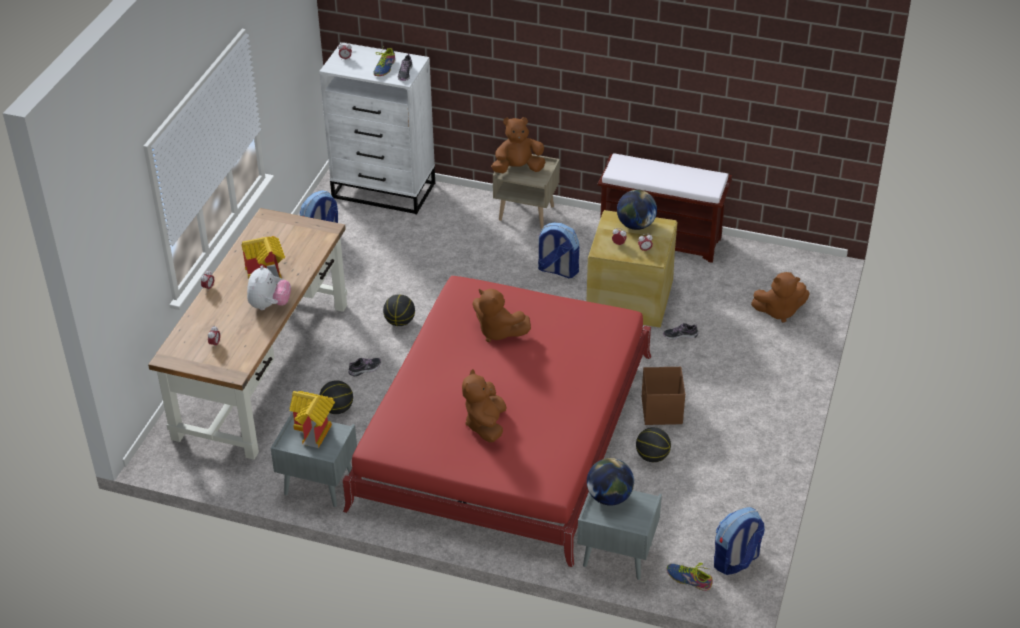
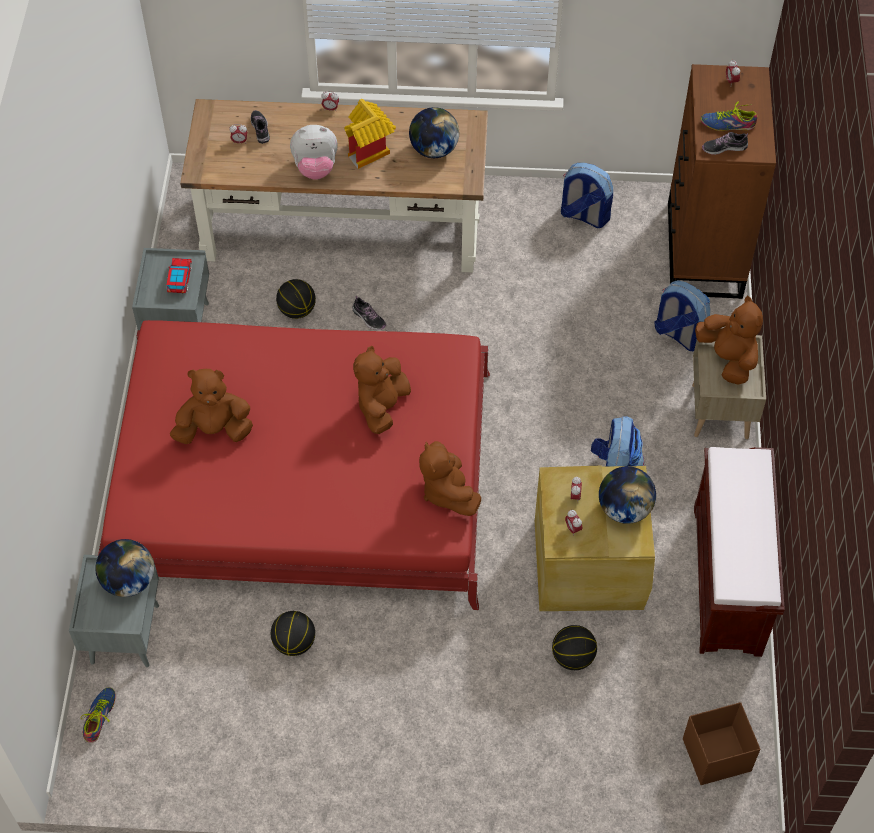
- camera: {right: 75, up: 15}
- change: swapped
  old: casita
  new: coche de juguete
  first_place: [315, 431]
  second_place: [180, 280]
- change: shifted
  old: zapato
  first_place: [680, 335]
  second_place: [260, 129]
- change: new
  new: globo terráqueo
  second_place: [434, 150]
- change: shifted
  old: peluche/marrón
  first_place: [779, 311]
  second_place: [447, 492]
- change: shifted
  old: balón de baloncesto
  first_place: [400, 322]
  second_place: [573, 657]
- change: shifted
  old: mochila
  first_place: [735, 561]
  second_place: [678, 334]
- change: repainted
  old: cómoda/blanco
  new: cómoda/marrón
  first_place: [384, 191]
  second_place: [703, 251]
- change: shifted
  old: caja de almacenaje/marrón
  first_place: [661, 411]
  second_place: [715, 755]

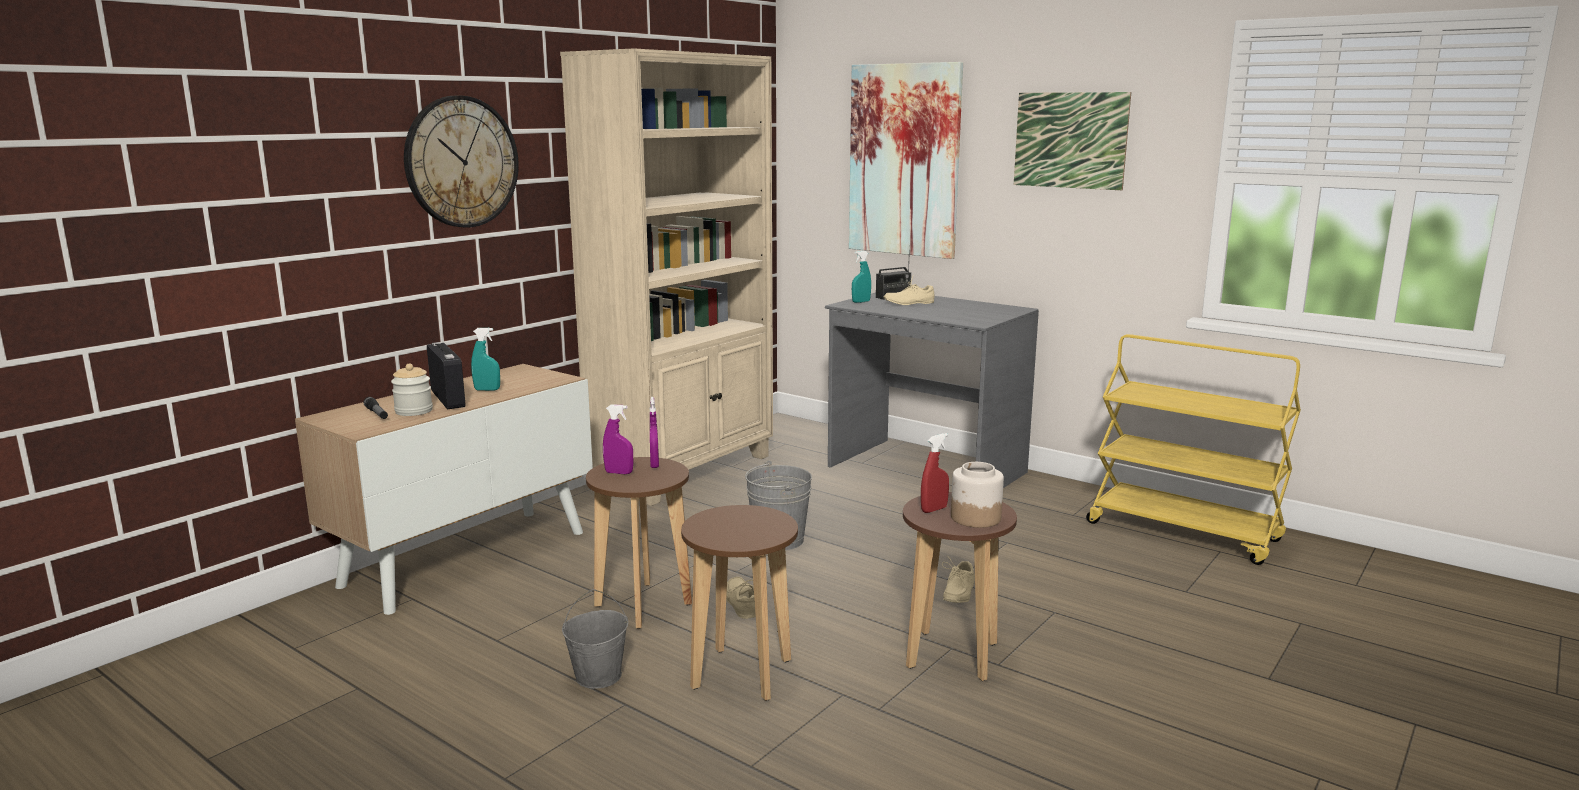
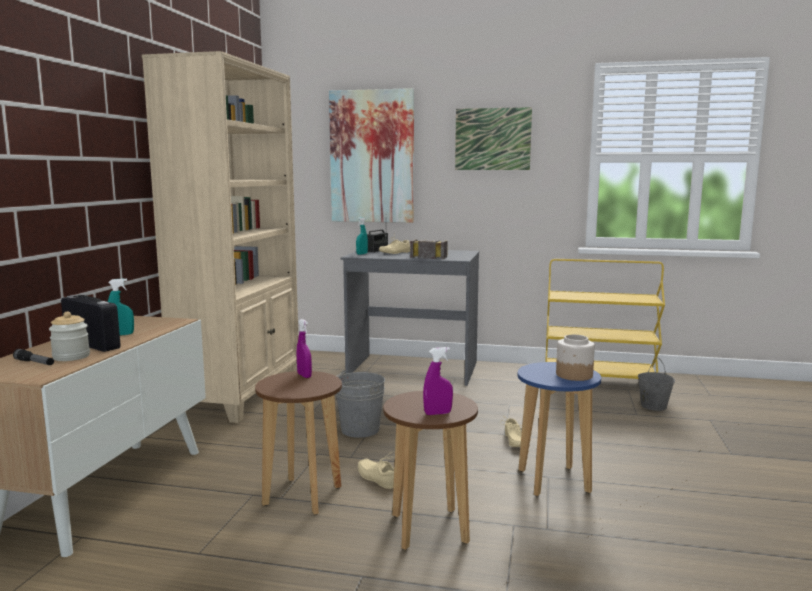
- camera: {right: -25, up: -5}
- change: new
  new: martillo
  second_place: [434, 255]
- change: shifted
  old: pulverizador/morado
  first_place: [619, 473]
  second_place: [437, 413]
- change: repainted
  old: taburete/marrón
  new: taburete/azul
  first_place: [952, 655]
  second_place: [553, 481]
- change: shifted
  old: cubo/gris
  first_place: [598, 676]
  second_place: [653, 406]
- change: gone
  old: reloj de pared
  first_place: [461, 162]
- change: gone
  old: pulverizador/rojo
  first_place: [934, 509]

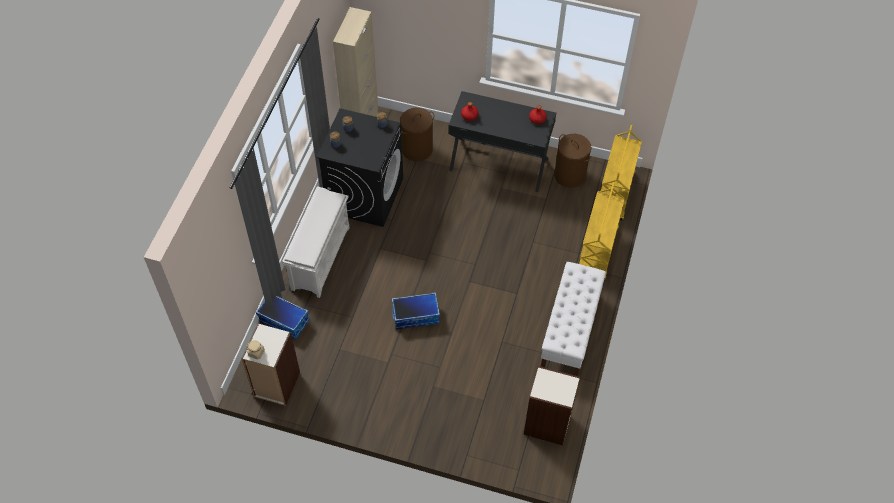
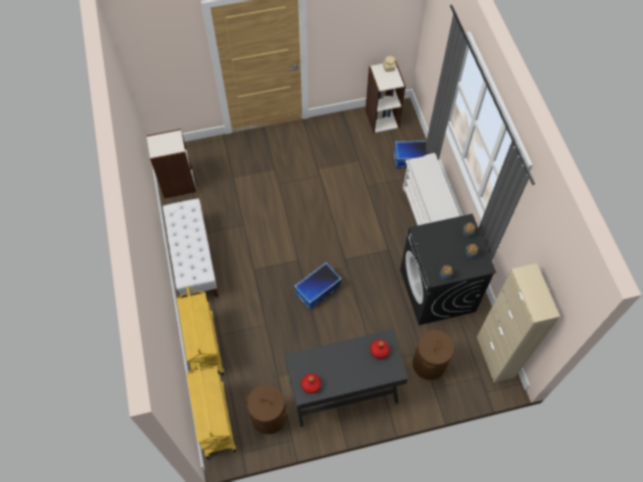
- camera: {right: 150, up: 5}
- change: shifted
  old: caja de almacenaje
  first_place: [416, 315]
  second_place: [318, 290]

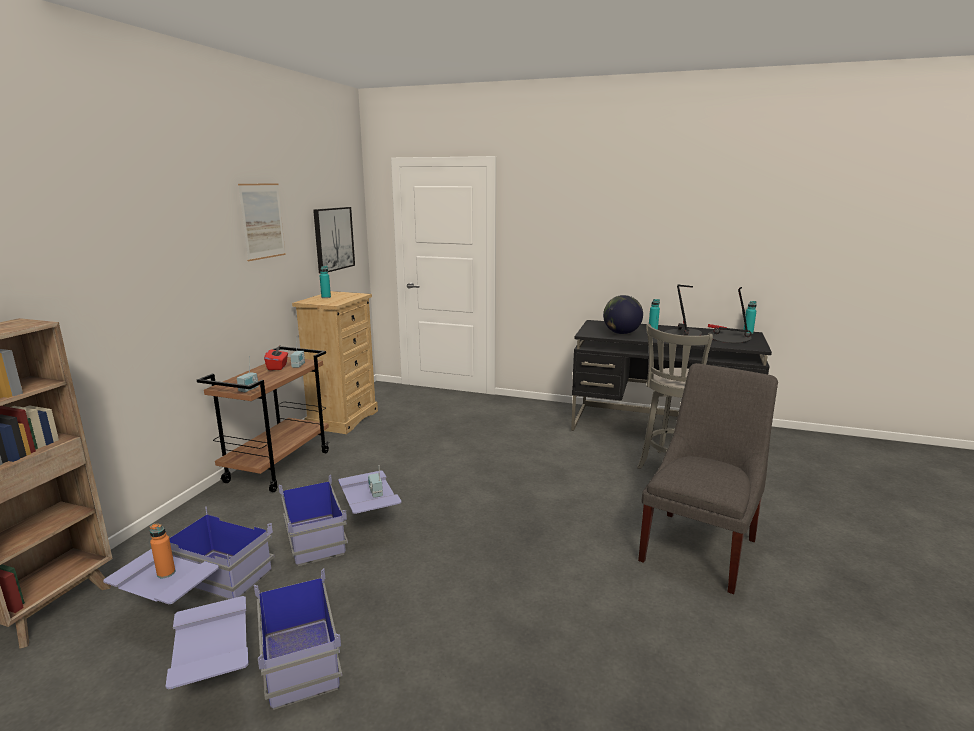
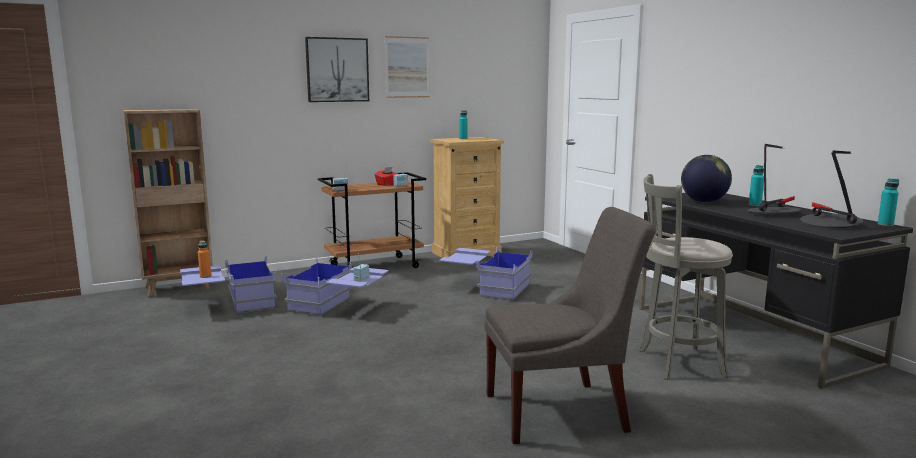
- camera: {right: 45, up: -5}
- change: shifted
  old: cuadro
  first_place: [333, 239]
  second_place: [337, 70]
- change: shifted
  old: caja de almacenaje/azul
  first_place: [262, 674]
  second_place: [485, 288]

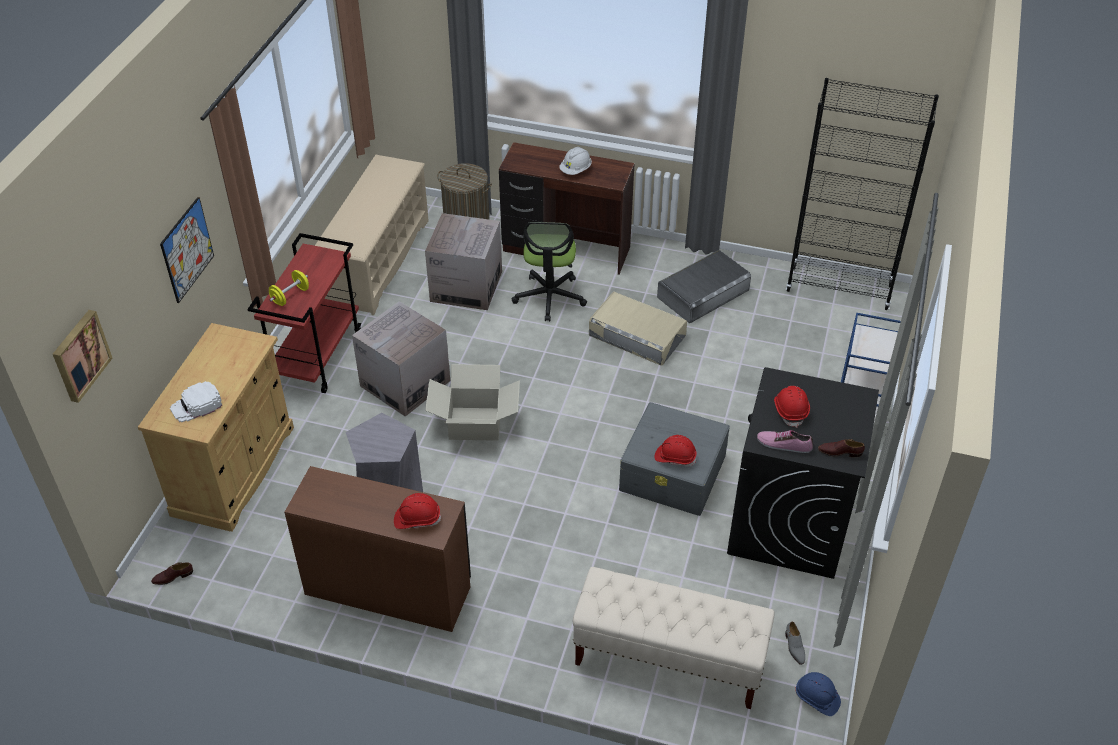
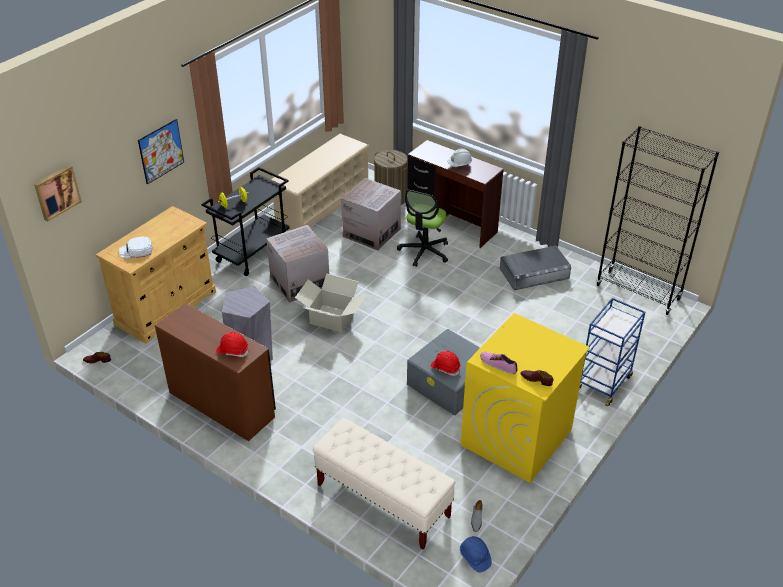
- camera: {right: 20, up: -5}
- change: repainted
  old: carrito/rojo
  new: carrito/negro
  first_place: [317, 356]
  second_place: [253, 253]
- change: repainted
  old: lavadora/negro
  new: lavadora/amarillo
  first_place: [789, 524]
  second_place: [516, 437]
- change: gone
  old: caja de almacenaje/beis
  first_place: [637, 335]
- change: gone
  old: casco/rojo
  first_place: [790, 410]

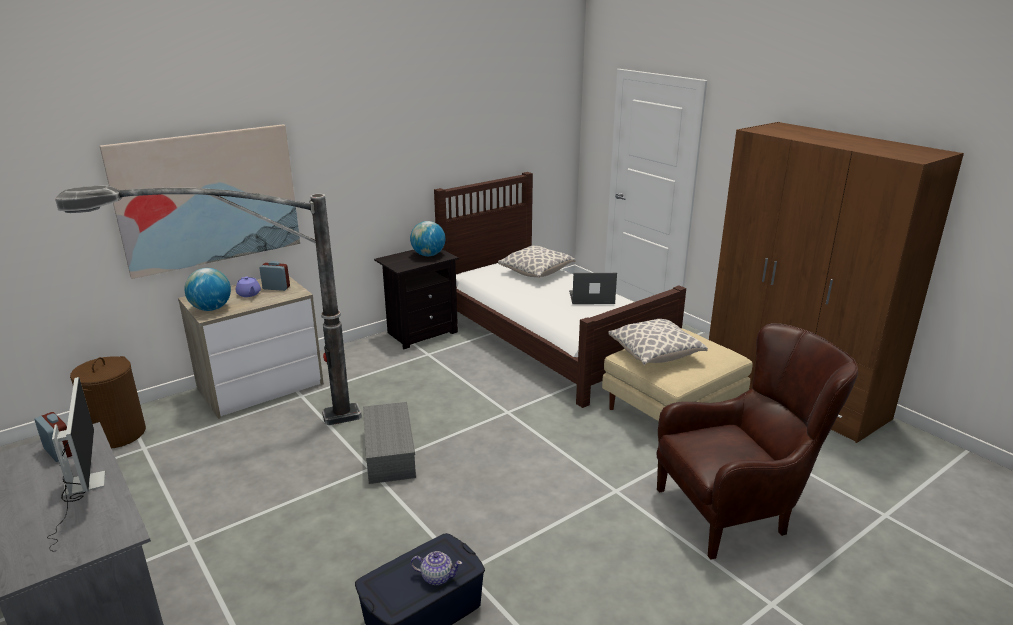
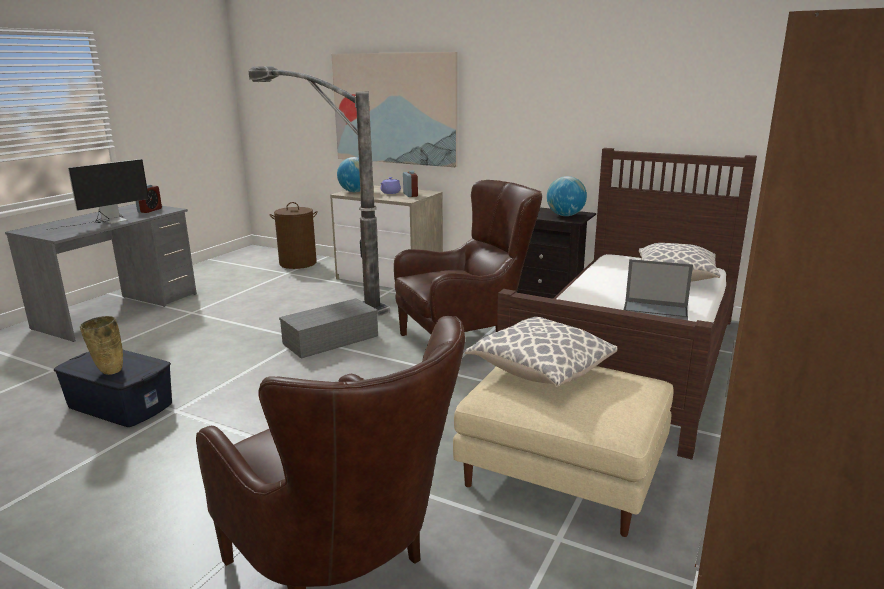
- camera: {right: 65, up: -5}
- change: swapped
  old: tetera
  new: florero/beis
  first_place: [436, 577]
  second_place: [109, 371]
- change: new
  new: sillón/marrón
  second_place: [467, 341]
- change: rotated
  old: portátil
  first_place: [591, 297]
  second_place: [656, 313]
  degrees: 135

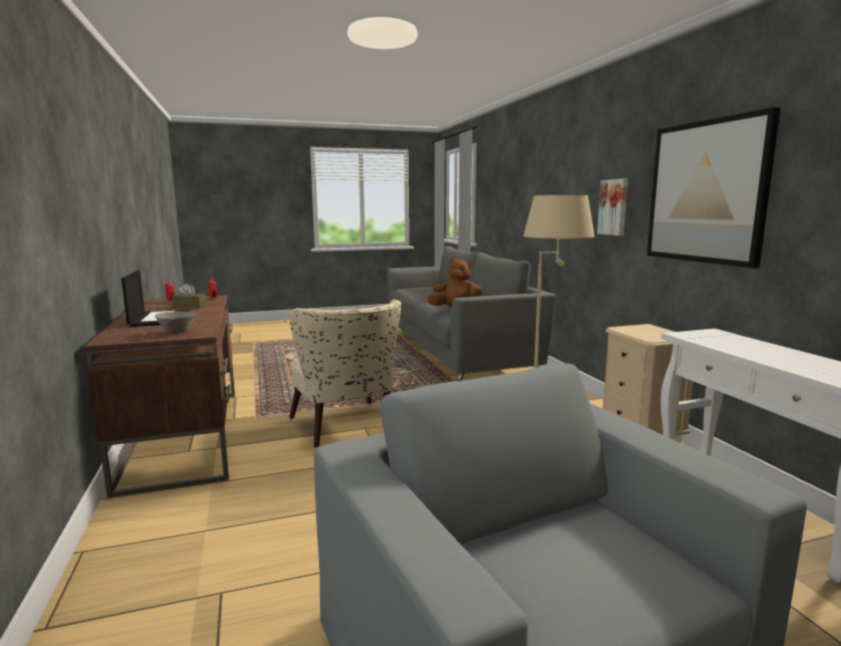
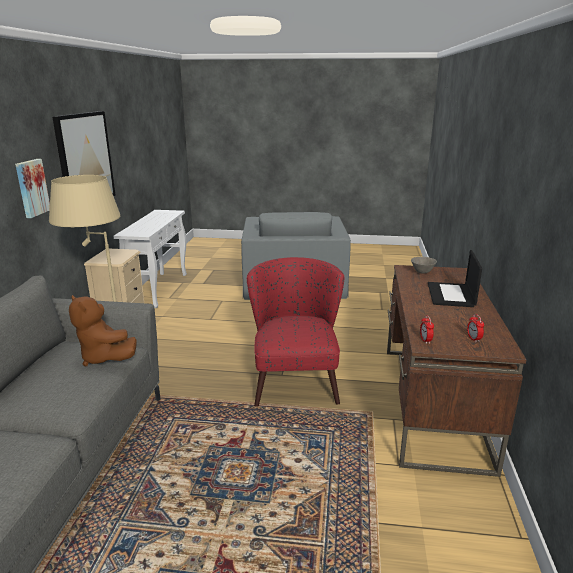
- camera: {right: -155, up: 10}
- change: repainted
  old: sillón/beis
  new: sillón/rojo
  first_place: [348, 428]
  second_place: [295, 377]
- change: gone
  old: caja de pañuelos/marrón
  first_place: [189, 307]

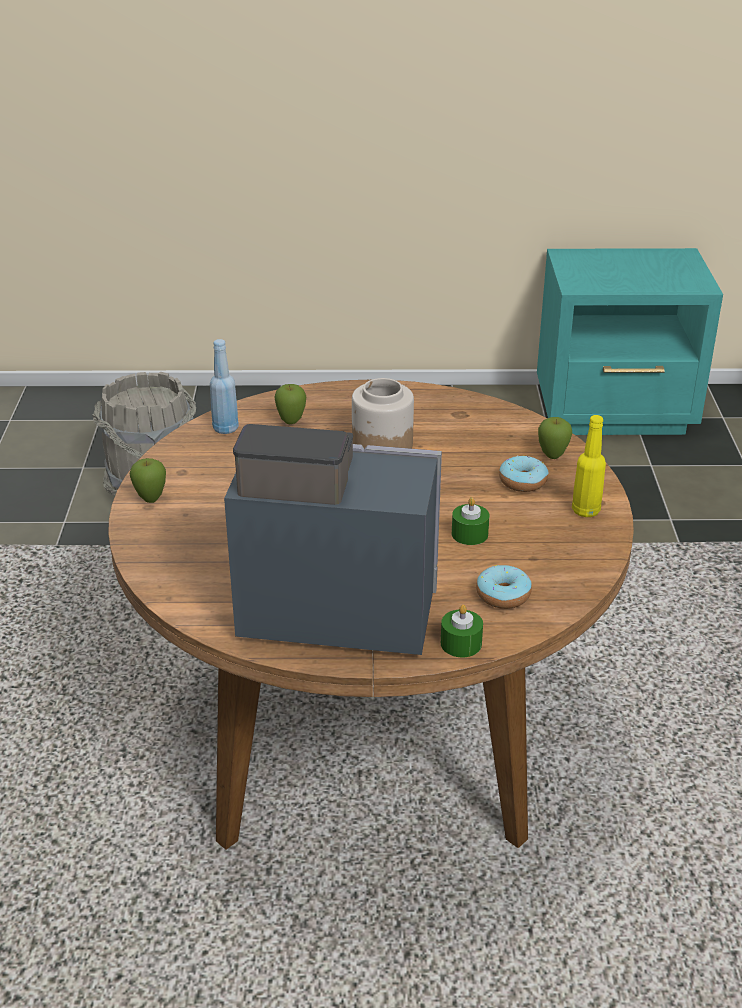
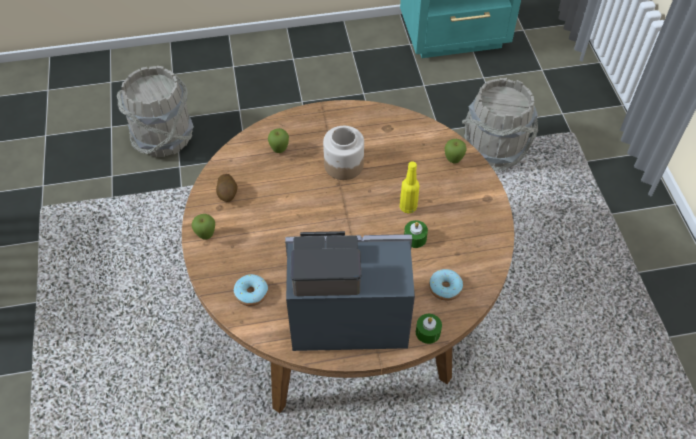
- camera: {right: -10, up: 20}
- change: new
  new: patata
  second_place: [227, 194]
- change: shifted
  old: rosquilla
  first_place: [522, 482]
  second_place: [251, 293]
- change: shifted
  old: botella/amarillo
  first_place: [585, 510]
  second_place: [408, 207]
- change: new
  new: cubo/gris
  second_place: [494, 150]
- change: gone
  old: botella/azul
  first_place: [226, 428]

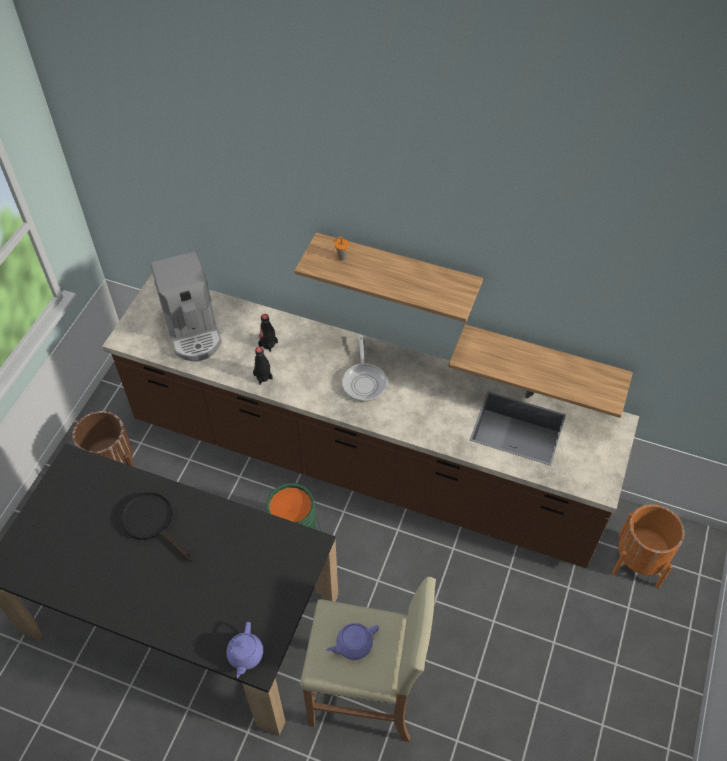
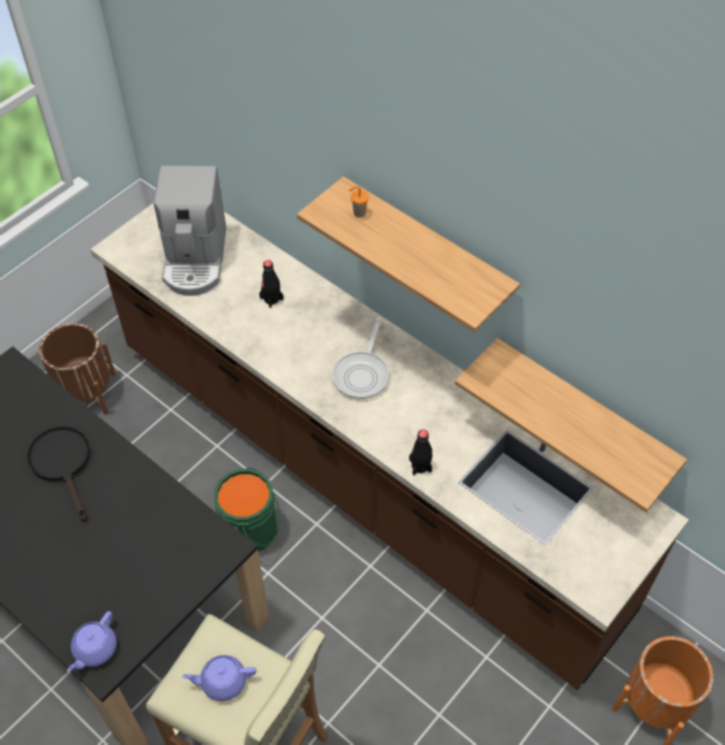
- camera: {right: 20, up: 0}
- change: shifted
  old: botella/negro
  first_place: [263, 376]
  second_place: [420, 465]

